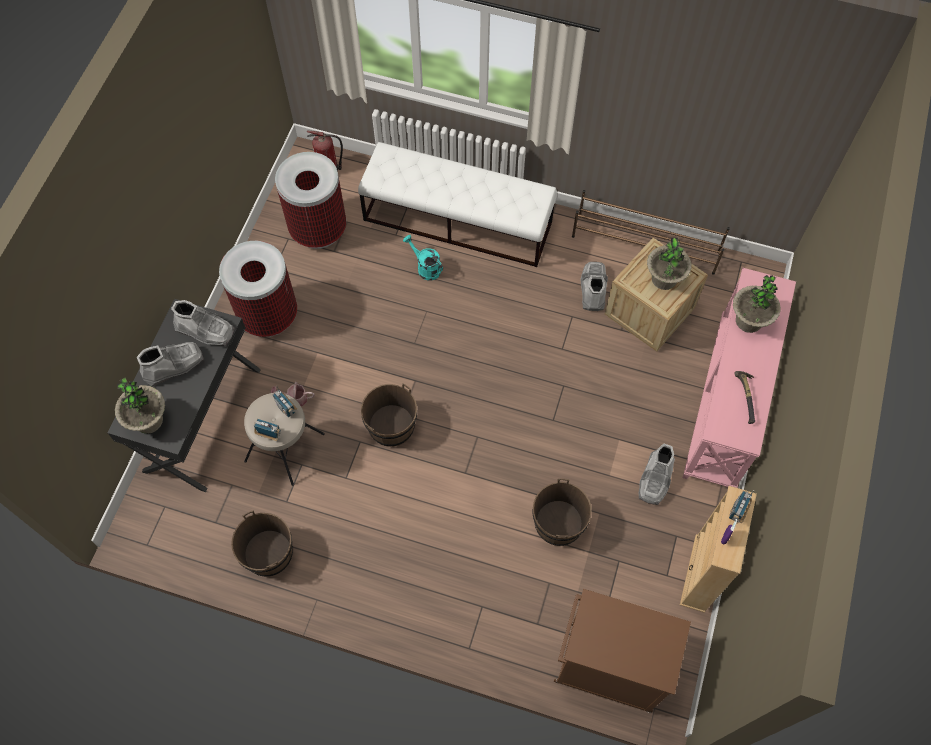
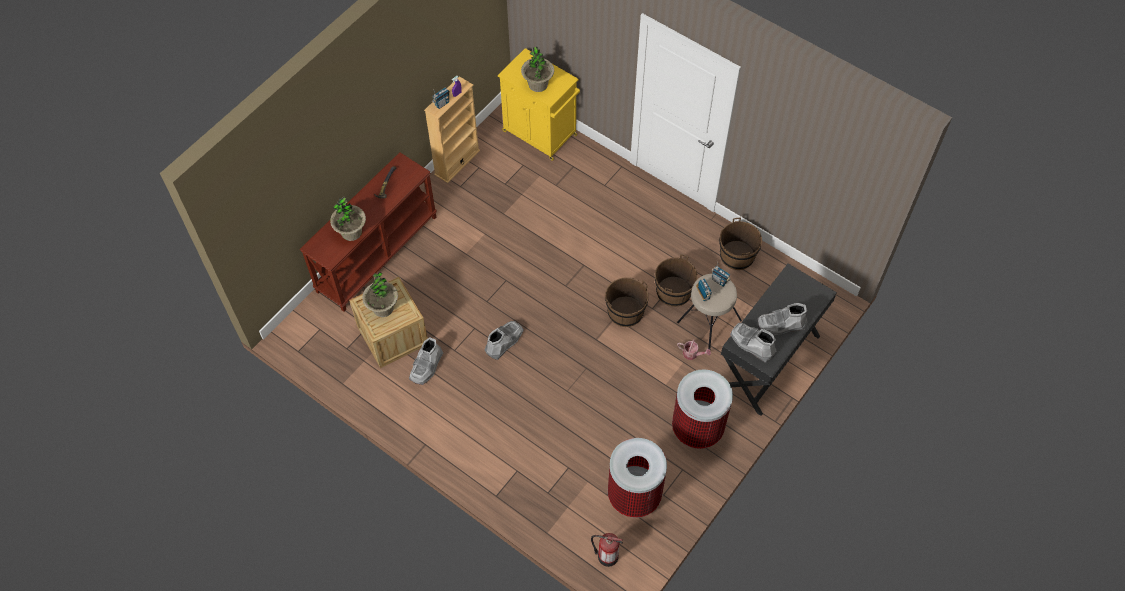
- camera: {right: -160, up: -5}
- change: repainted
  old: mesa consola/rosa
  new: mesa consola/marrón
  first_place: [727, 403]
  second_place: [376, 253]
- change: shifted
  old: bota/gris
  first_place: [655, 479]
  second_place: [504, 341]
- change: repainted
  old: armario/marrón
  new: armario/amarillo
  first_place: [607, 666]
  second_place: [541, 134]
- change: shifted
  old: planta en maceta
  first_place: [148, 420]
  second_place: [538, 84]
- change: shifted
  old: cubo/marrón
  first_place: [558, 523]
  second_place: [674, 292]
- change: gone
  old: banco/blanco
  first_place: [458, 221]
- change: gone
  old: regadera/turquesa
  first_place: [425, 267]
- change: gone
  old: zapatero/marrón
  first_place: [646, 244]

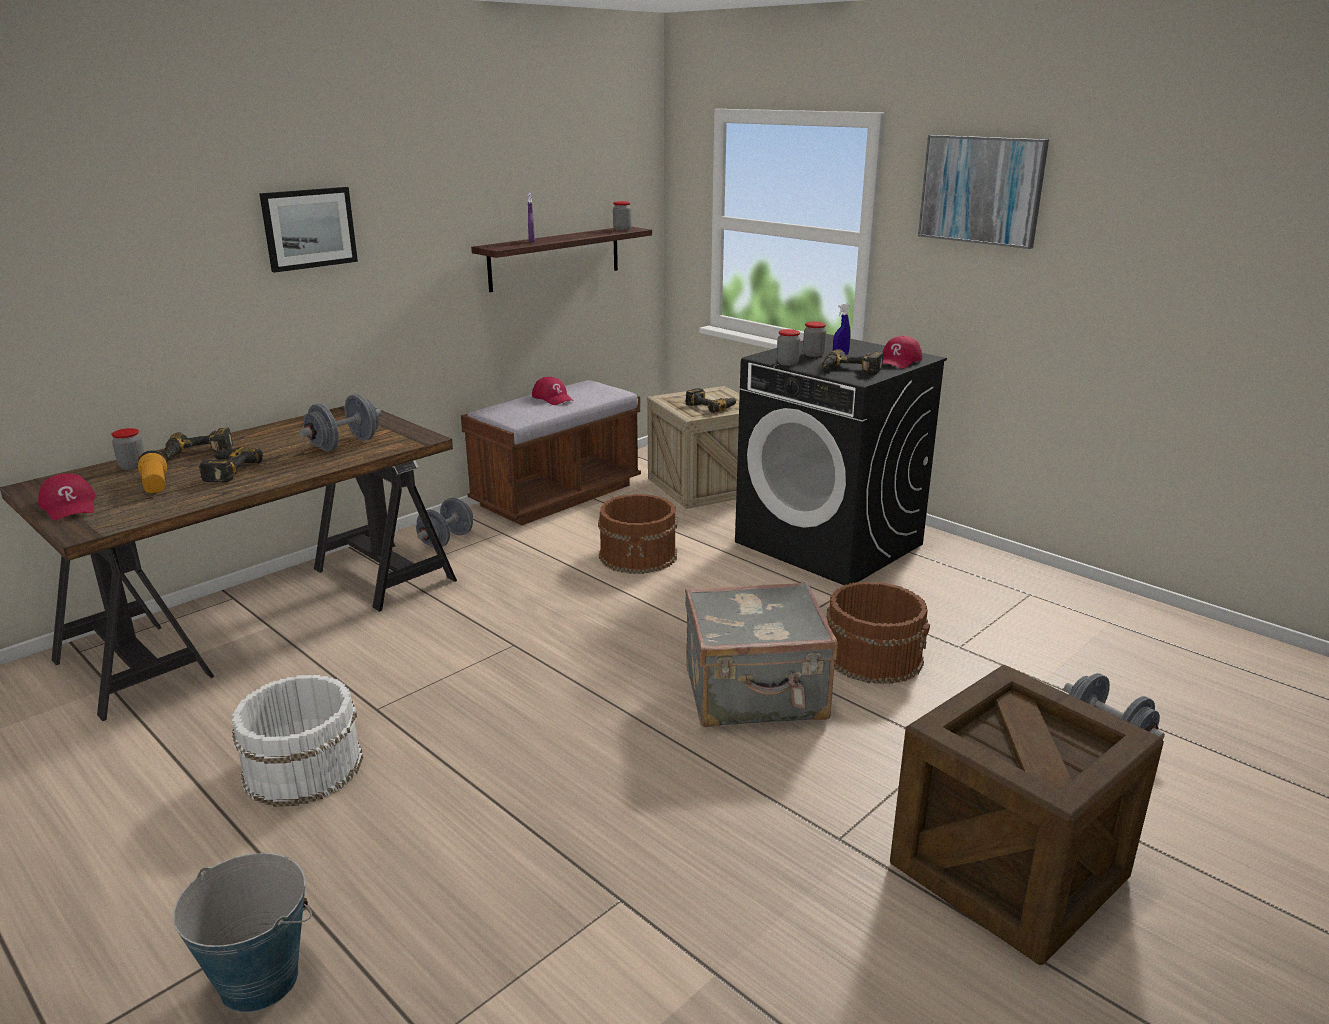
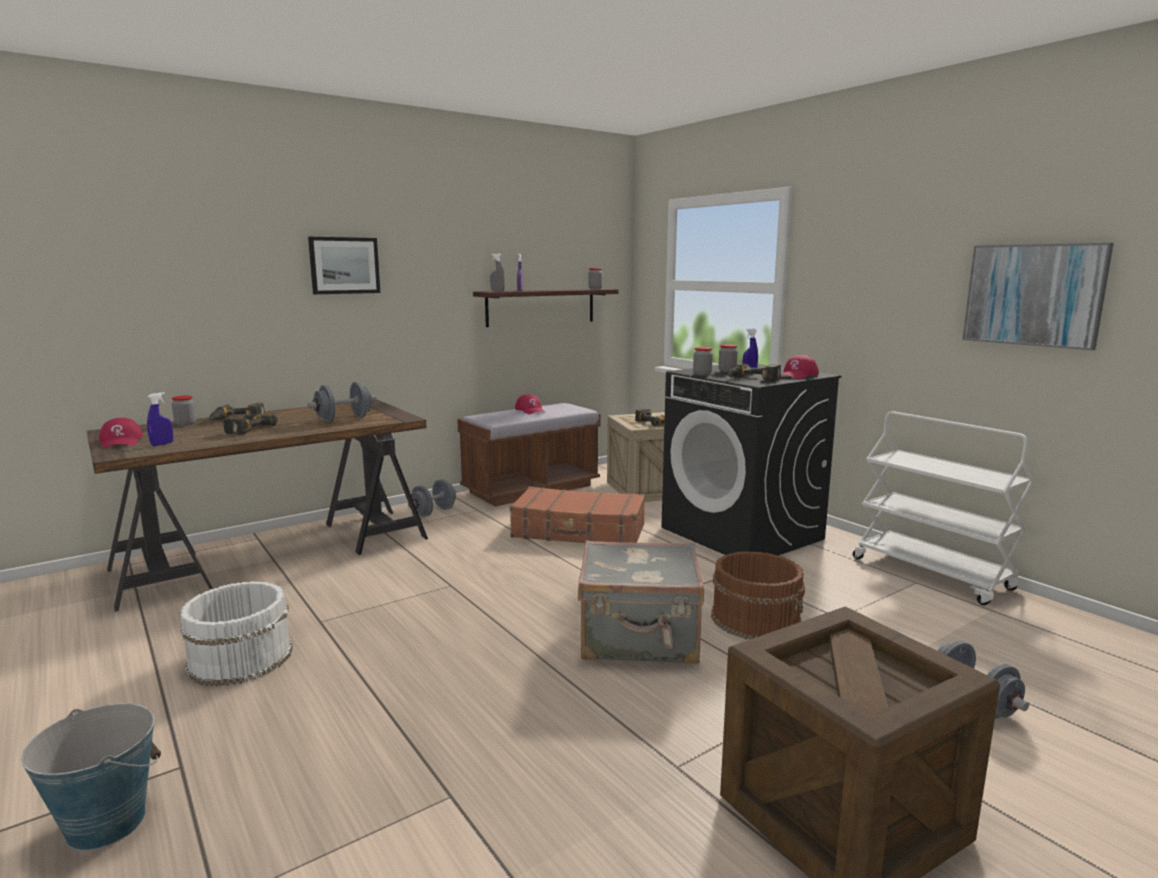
- camera: {right: 10, up: -10}
- change: new
  new: pulverizador/azul
  second_place: [162, 444]
- change: new
  new: pulverizador/gris
  second_place: [497, 291]
- change: swapped
  old: cubo/marrón
  new: maleta/marrón
  first_place: [639, 555]
  second_place: [579, 531]
- change: new
  new: carrito/blanco
  second_place: [933, 574]
- change: shifted
  old: cuadro
  first_place: [981, 190]
  second_place: [1033, 295]
- change: gone
  old: linterna
  first_place: [155, 485]

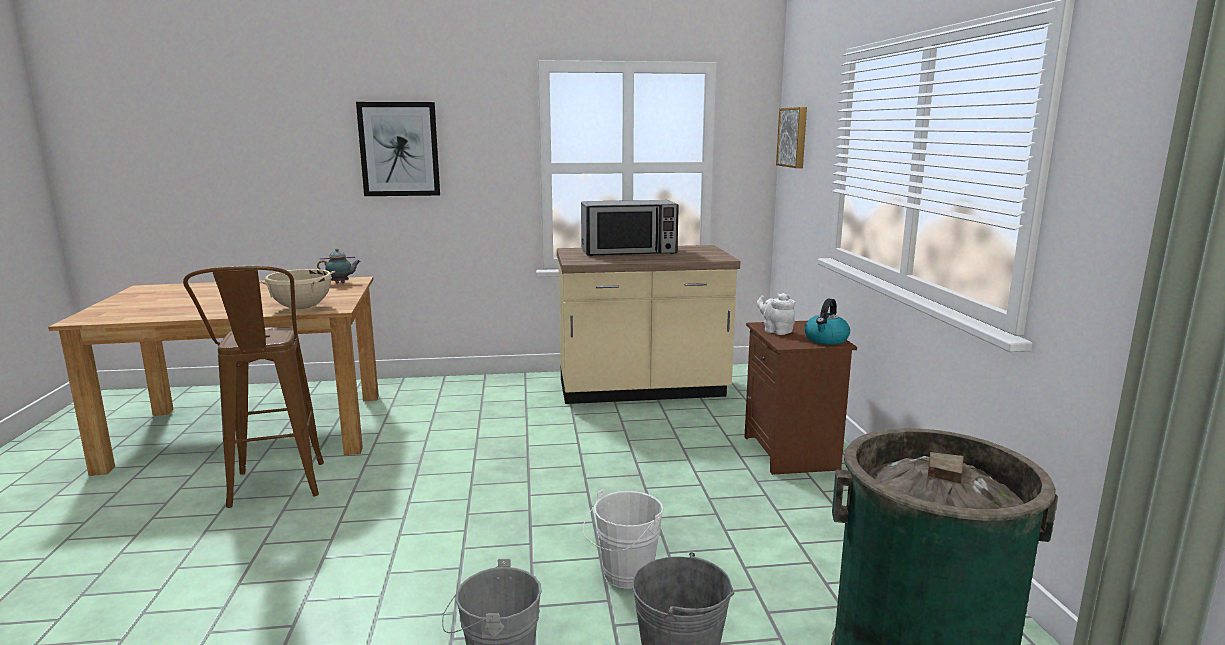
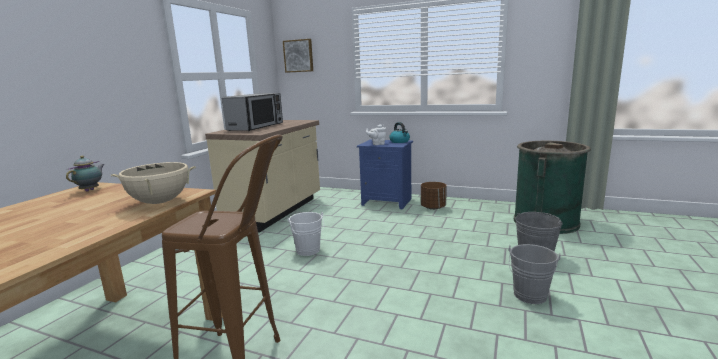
- camera: {right: -60, up: 0}
- change: shifted
  old: cubo/blanco
  first_place: [624, 576]
  second_place: [308, 251]
- change: repainted
  old: mesita de noche/marrón
  new: mesita de noche/azul
  first_place: [792, 453]
  second_place: [387, 202]
- change: new
  new: maceta/marrón
  second_place: [433, 207]
- change: gone
  old: cuadro
  first_place: [399, 149]

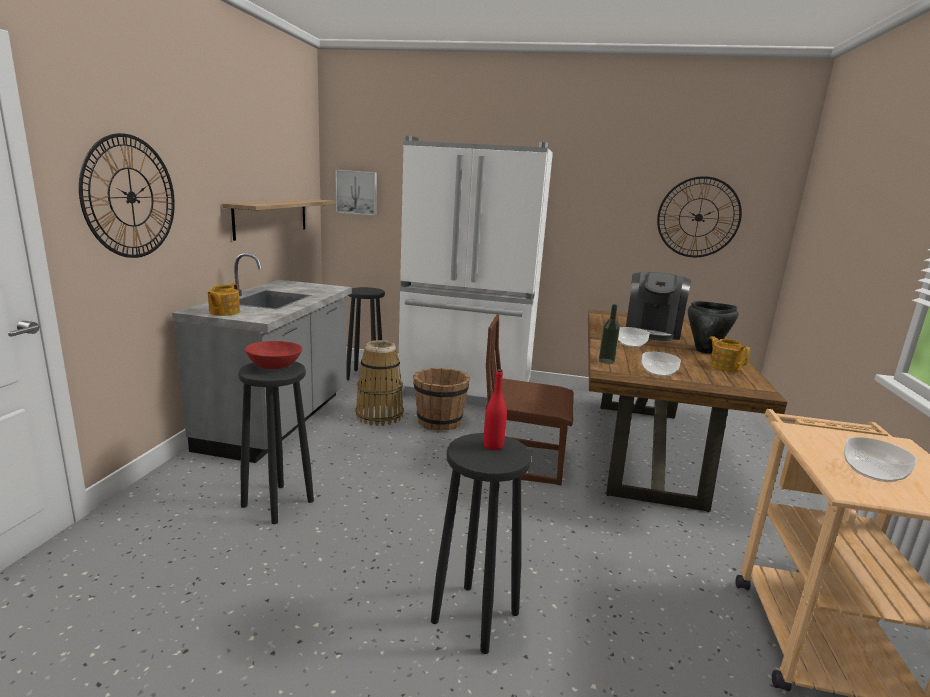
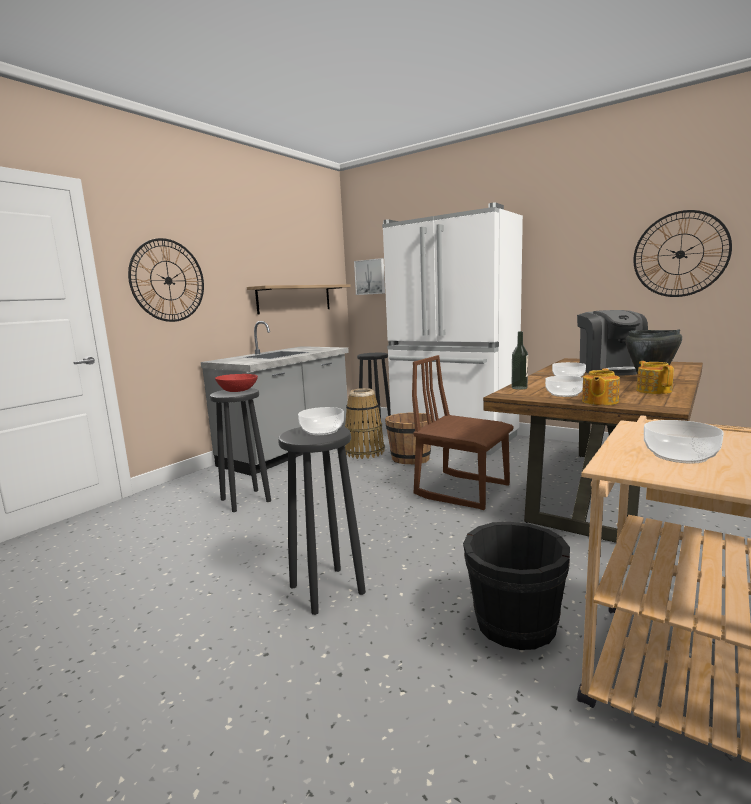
- camera: {right: 25, up: -5}
- change: swapped
  old: botella/rojo
  new: cuenco
  first_place: [493, 445]
  second_place: [322, 431]
- change: new
  new: cubo/negro
  second_place: [514, 624]
- change: rotated
  old: cafetera
  first_place: [652, 332]
  second_place: [609, 370]
  degrees: -45
- change: shifted
  old: tetera
  first_place: [224, 312]
  second_place: [599, 401]

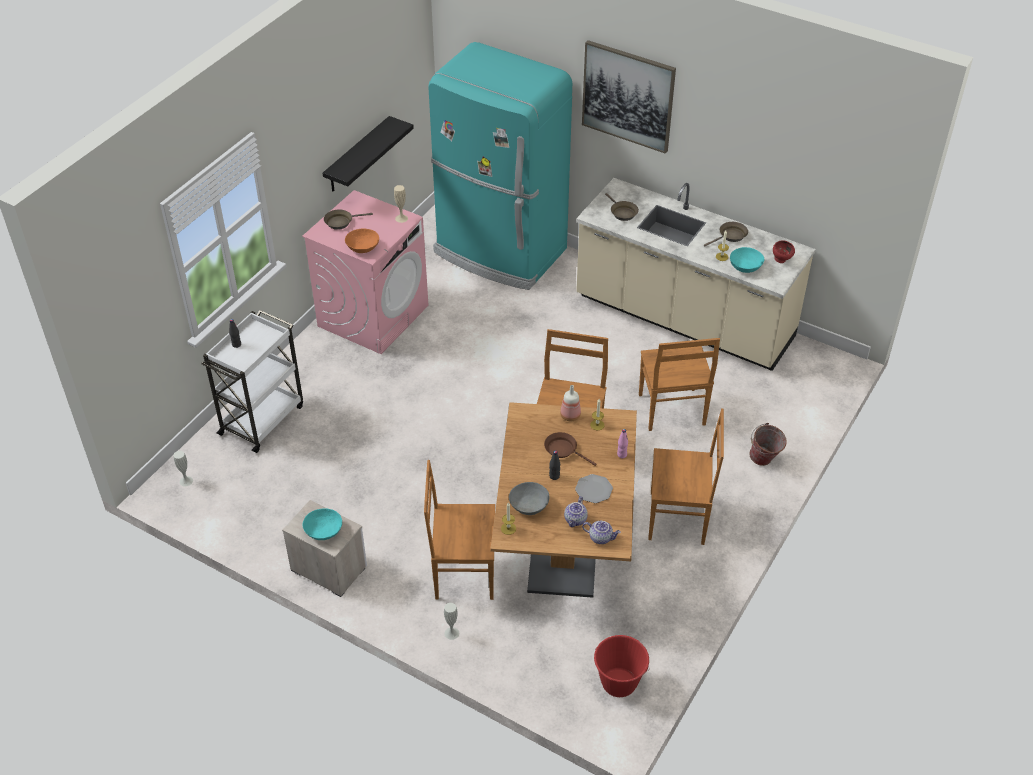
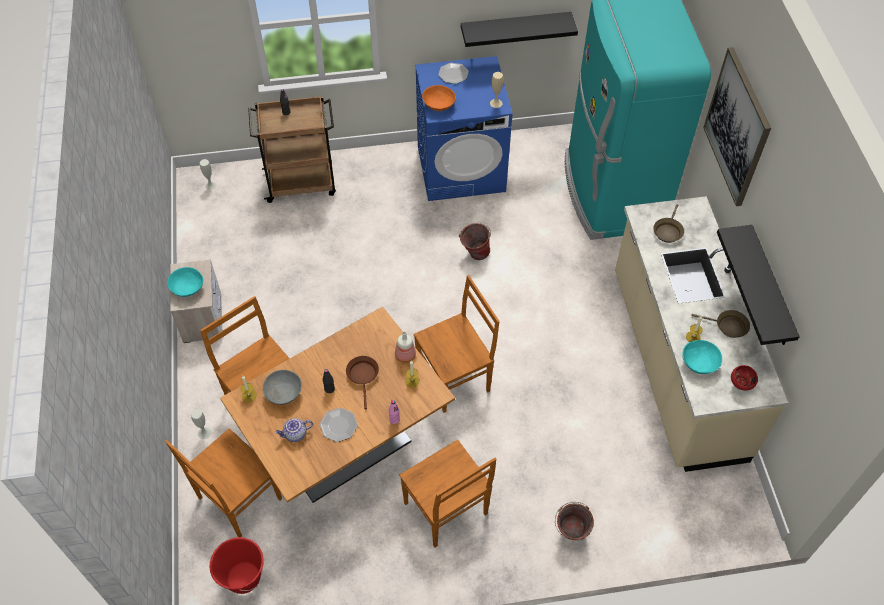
- camera: {right: 50, up: 10}
- change: shifted
  old: silla/marrón
  first_place: [672, 411]
  second_place: [238, 500]
- change: repainted
  old: carrito/blanco
  new: carrito/marrón
  first_place: [263, 419]
  second_place: [302, 183]
- change: repainted
  old: lavadora/rosa
  new: lavadora/azul
  first_place: [373, 315]
  second_place: [461, 168]
- change: swapped
  old: sartén/marrón
  new: plato
  first_place: [341, 222]
  second_place: [453, 74]
- change: new
  new: cubo
  second_place: [474, 253]
- change: new
  new: estante/negro
  second_place: [770, 289]
- change: gone
  old: tetera
  first_place: [601, 537]

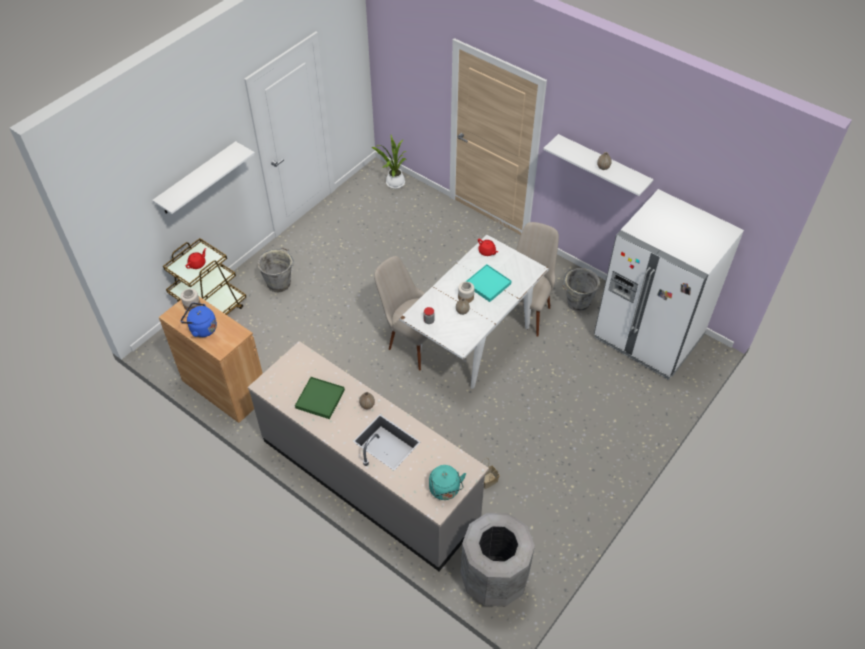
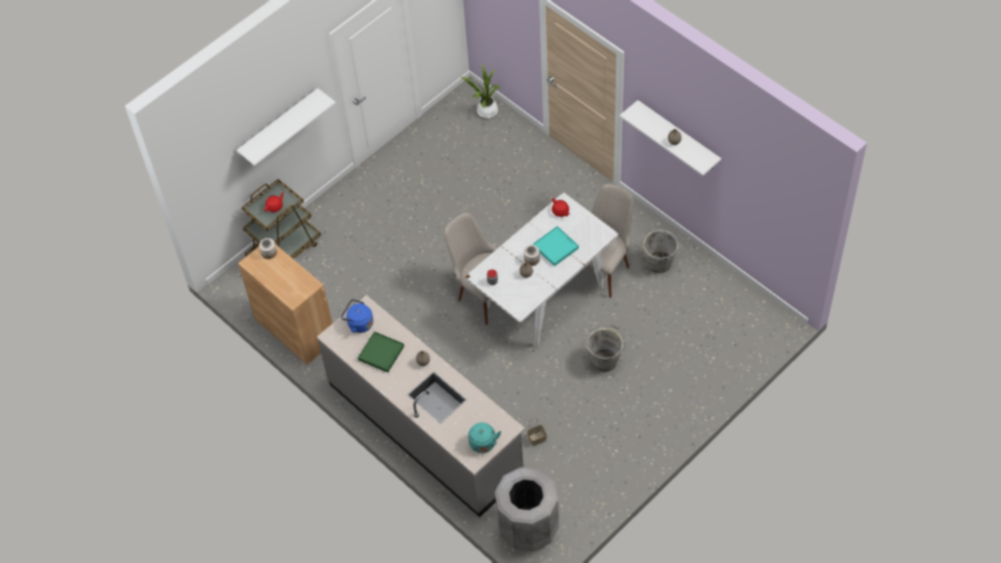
- camera: {right: 10, up: 5}
- change: shifted
  old: hervidor/azul
  first_place: [201, 329]
  second_place: [359, 323]
- change: shifted
  old: cubo/gris
  first_place: [279, 283]
  second_place: [605, 360]
- change: gone
  old: nevera/blanco
  first_place: [648, 337]

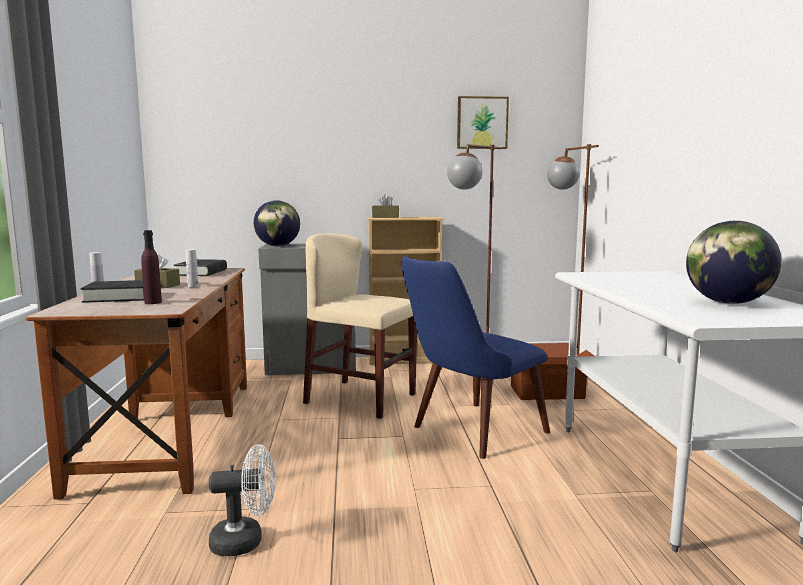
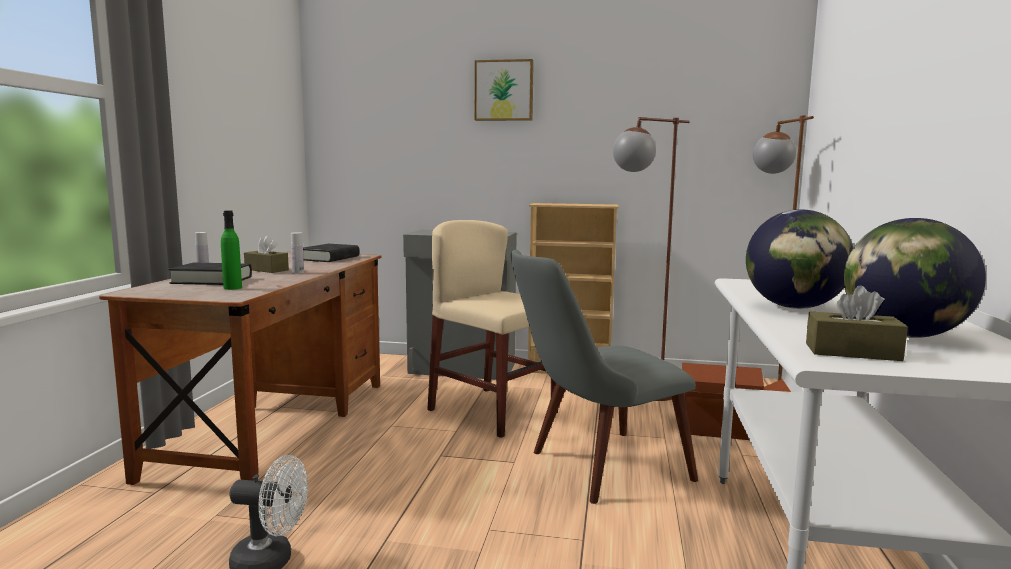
- camera: {right: 15, up: 0}
- change: repainted
  old: botella/morado
  new: botella/verde
  first_place: [153, 302]
  second_place: [232, 288]
- change: shifted
  old: cuadro
  first_place: [482, 123]
  second_place: [504, 90]
- change: repainted
  old: silla/azul
  new: silla/gris
  first_place: [468, 433]
  second_place: [593, 469]
- change: shifted
  old: globo terráqueo
  first_place: [277, 246]
  second_place: [794, 307]
- change: shifted
  old: caja de pañuelos/marrón
  first_place: [385, 217]
  second_place: [852, 352]

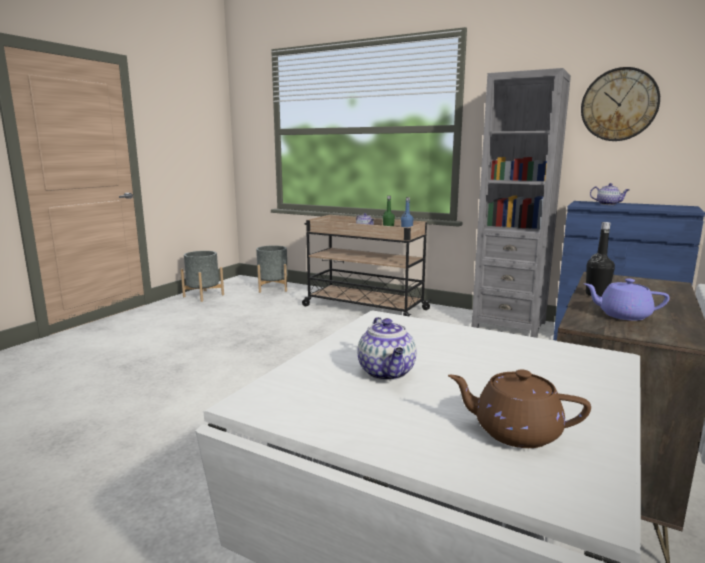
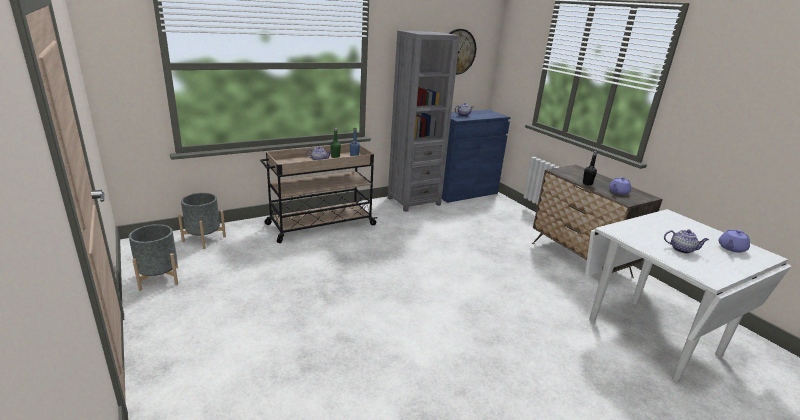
- camera: {right: -60, up: 10}
- change: repainted
  old: tetera/marrón
  new: tetera/morado
  first_place: [514, 431]
  second_place: [731, 248]

